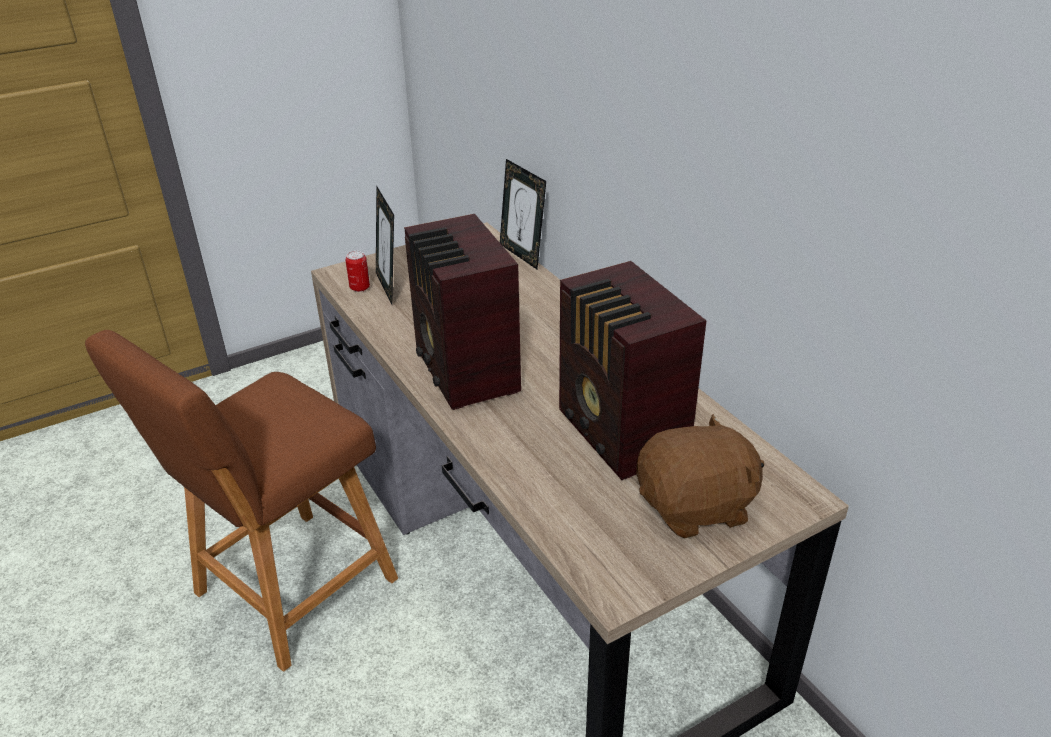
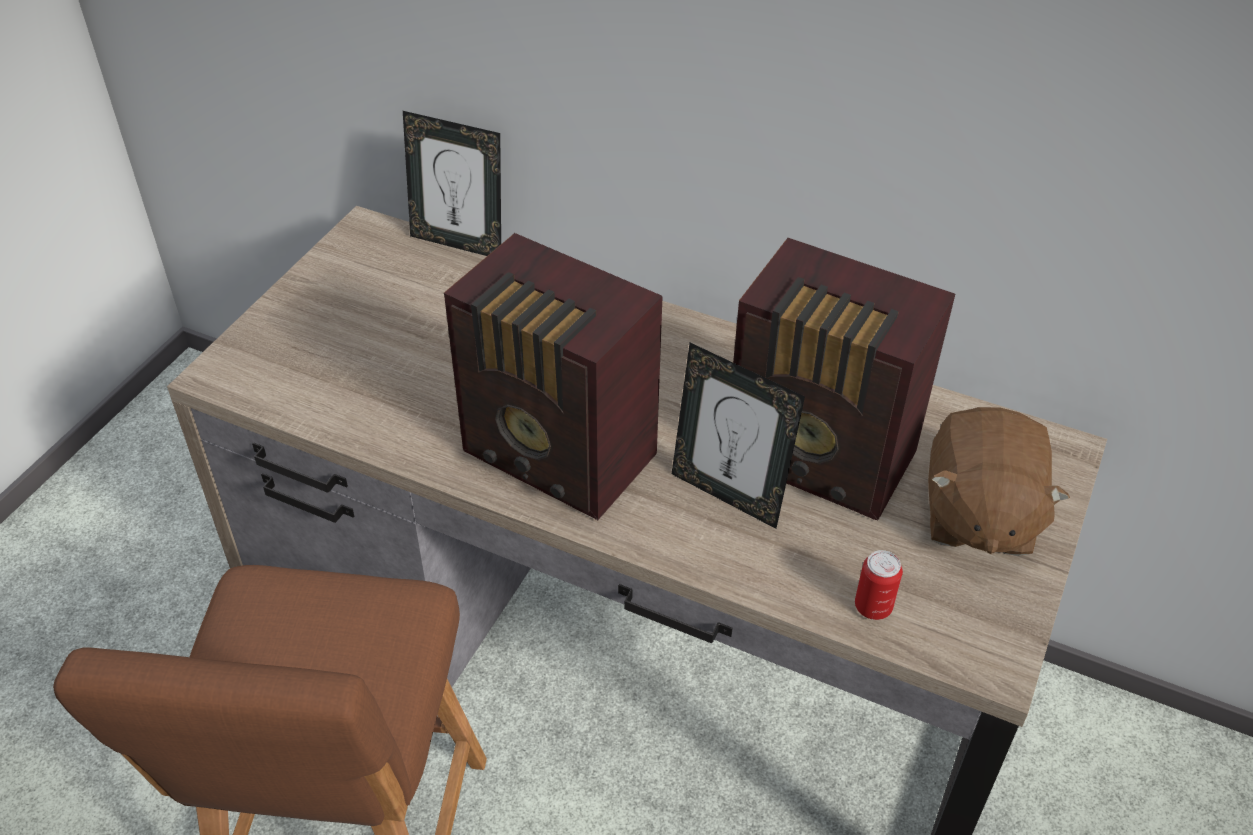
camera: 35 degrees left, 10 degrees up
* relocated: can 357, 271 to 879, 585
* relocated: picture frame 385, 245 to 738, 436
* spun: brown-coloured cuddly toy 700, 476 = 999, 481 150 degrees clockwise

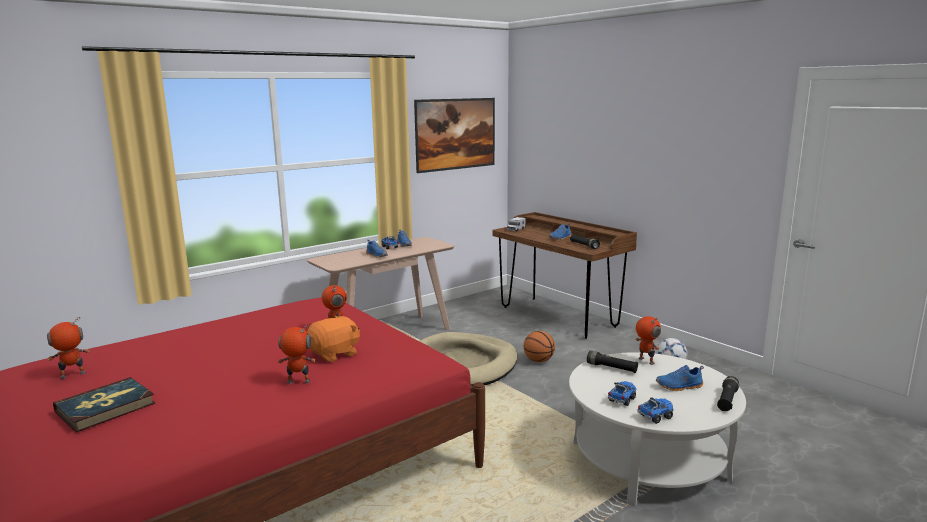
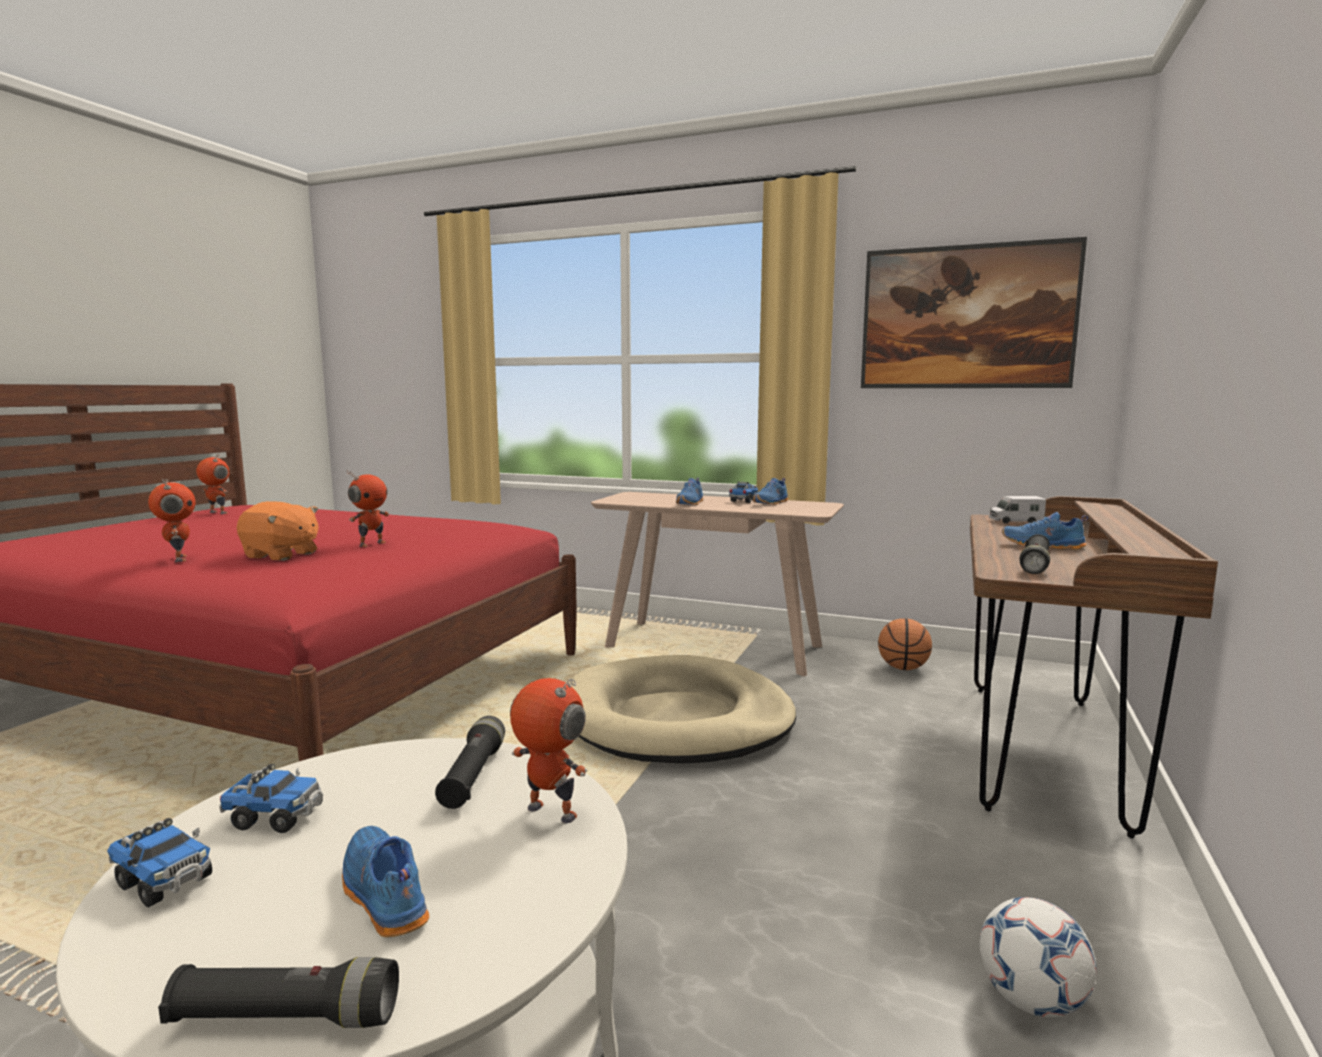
camera: 60 degrees right, 5 degrees down
* missing: volume 104, 404
* relocated: basketball ball 539, 346 to 905, 644
* spun: toy robot 648, 340 = 548, 750 90 degrees counterclockwise

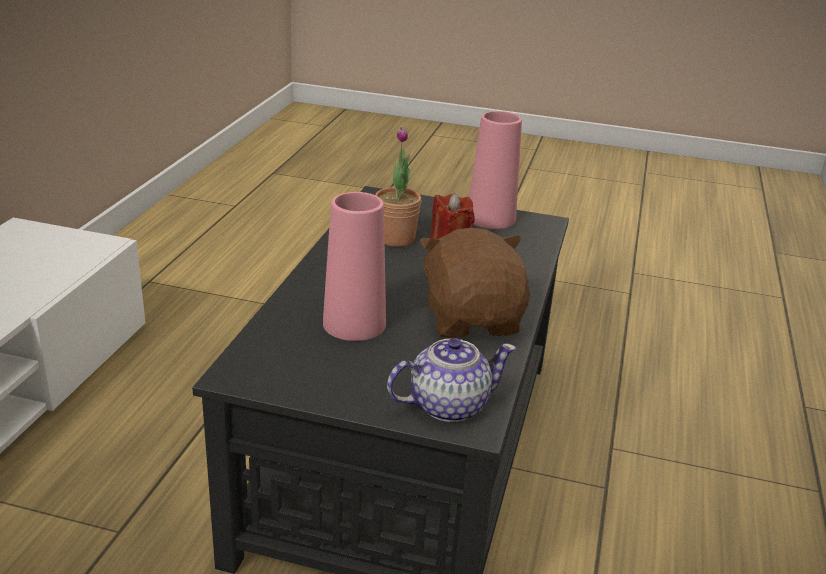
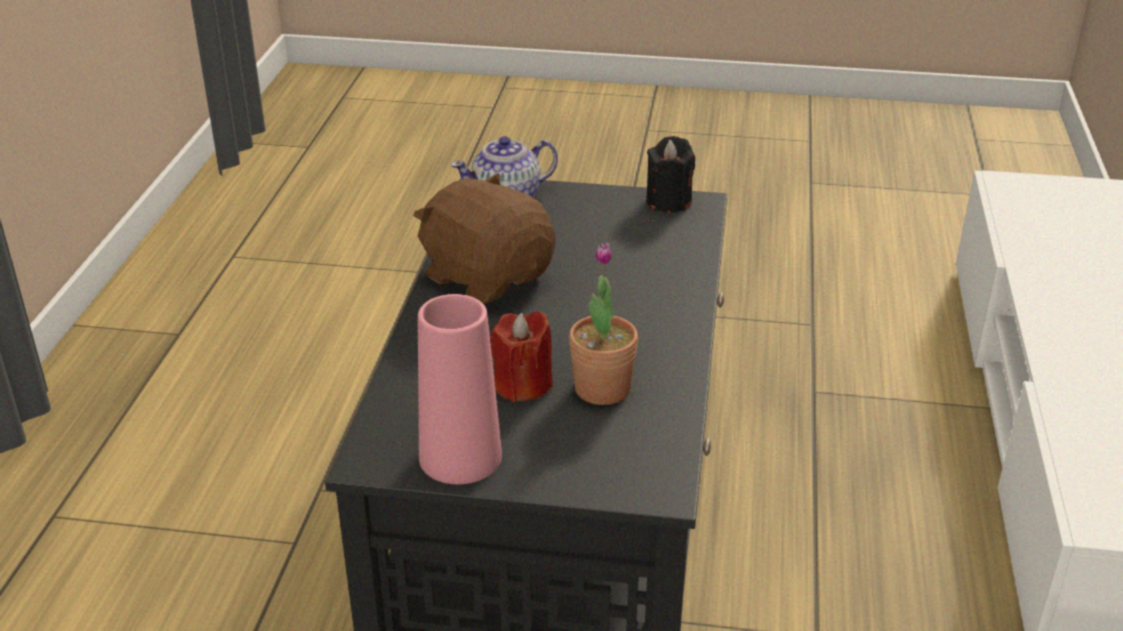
camera: 175 degrees right, 5 degrees up
* missing: pink decorative vase 354, 266
* appeared: blackish wax candle 670, 174
* spun: brown-coloured cuddly toy 475, 283 = 484, 239 150 degrees clockwise

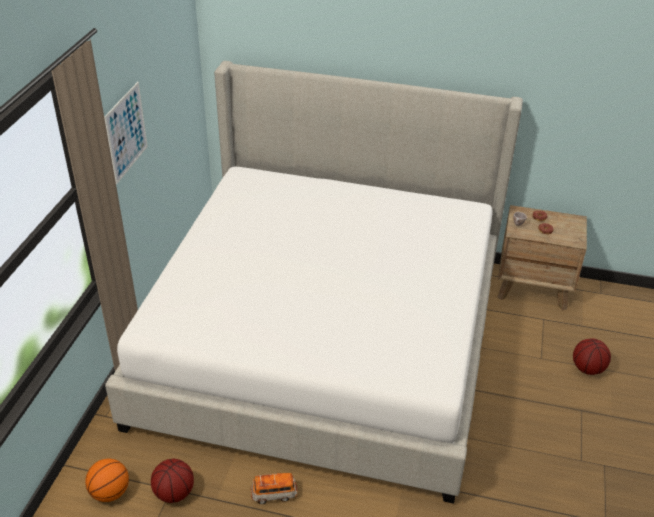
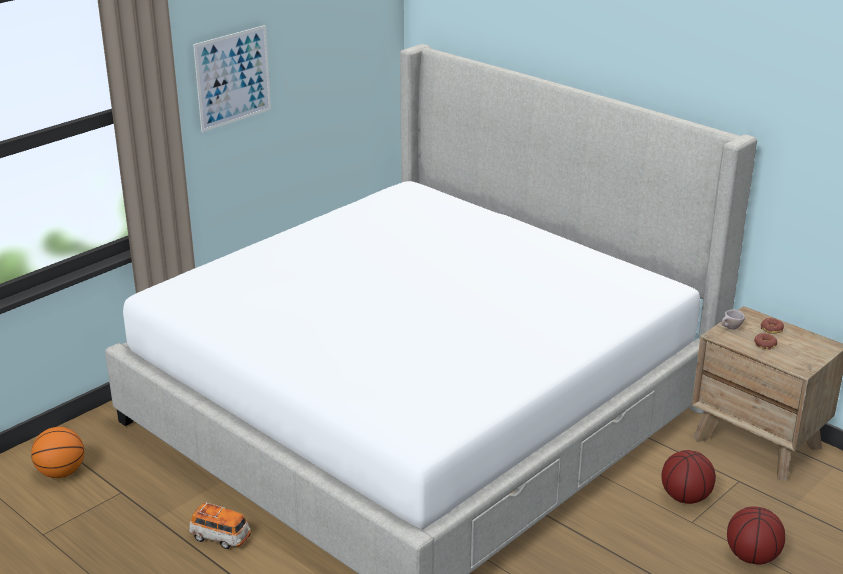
camera: 30 degrees right, 10 degrees down
* relocated: basketball ball 172, 481 to 688, 477

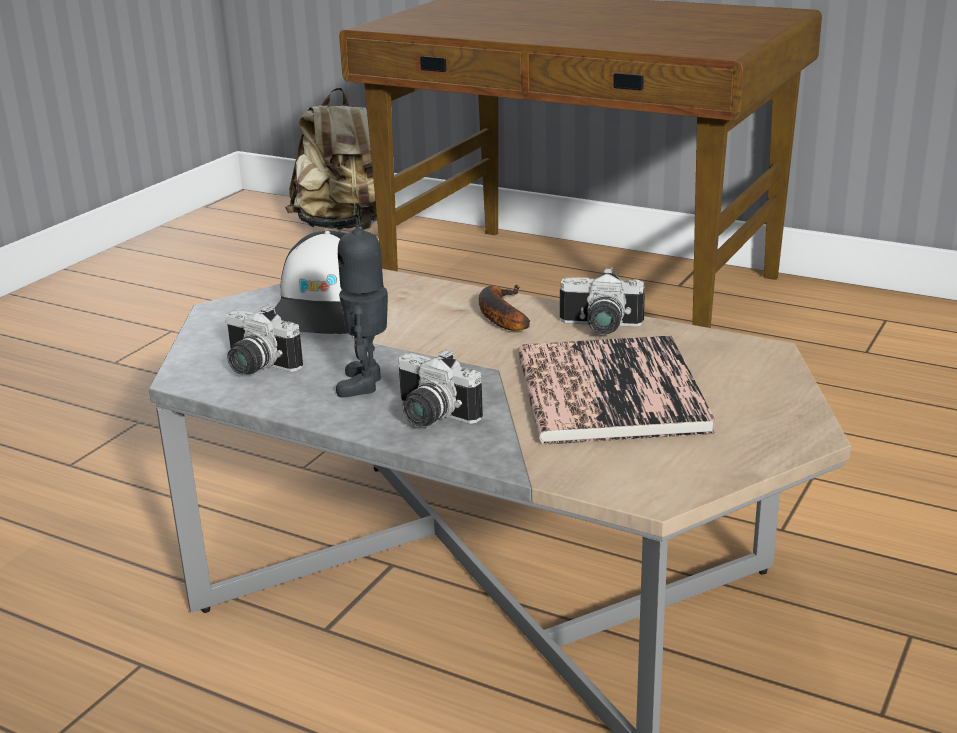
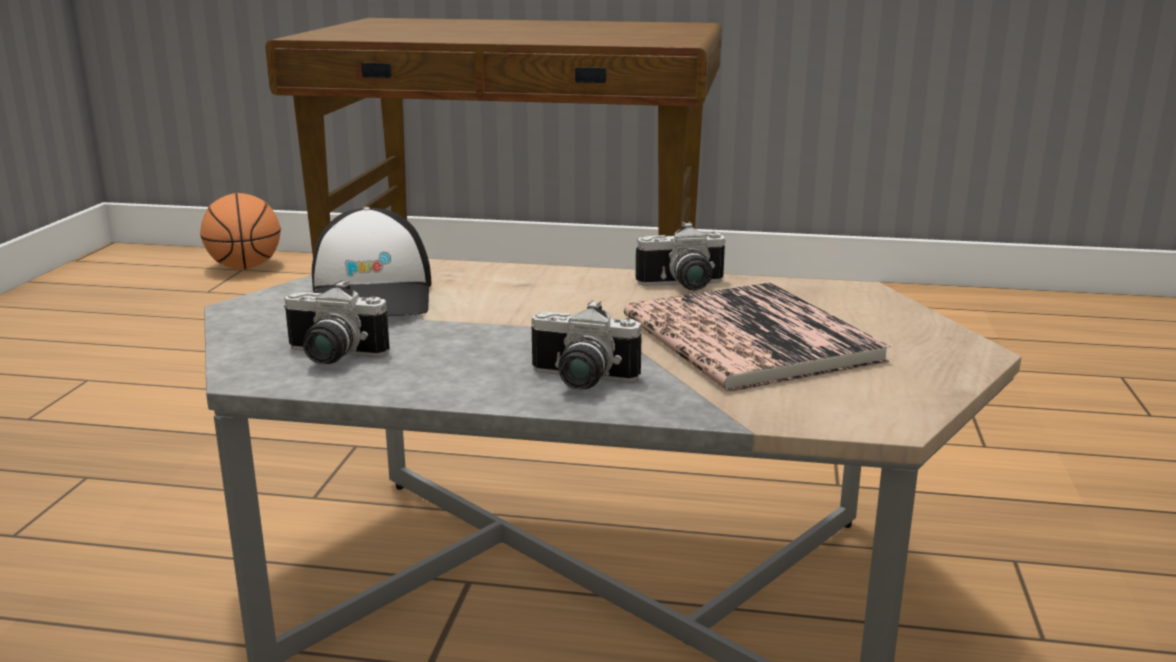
camera: 20 degrees left, 5 degrees down
* missing: toy robot 362, 302
* missing: banana 504, 308
* exchanged: beige-coloured rucksack 331, 158 to basketball ball 240, 231

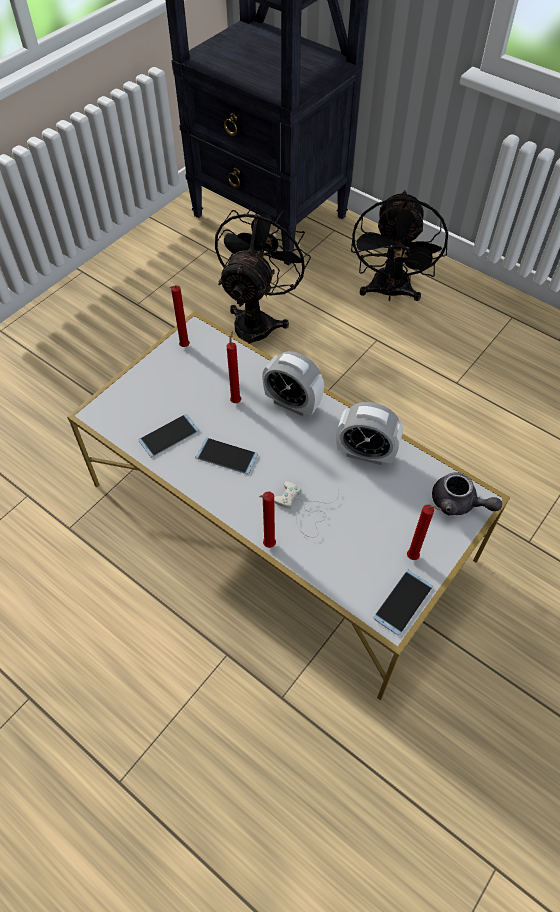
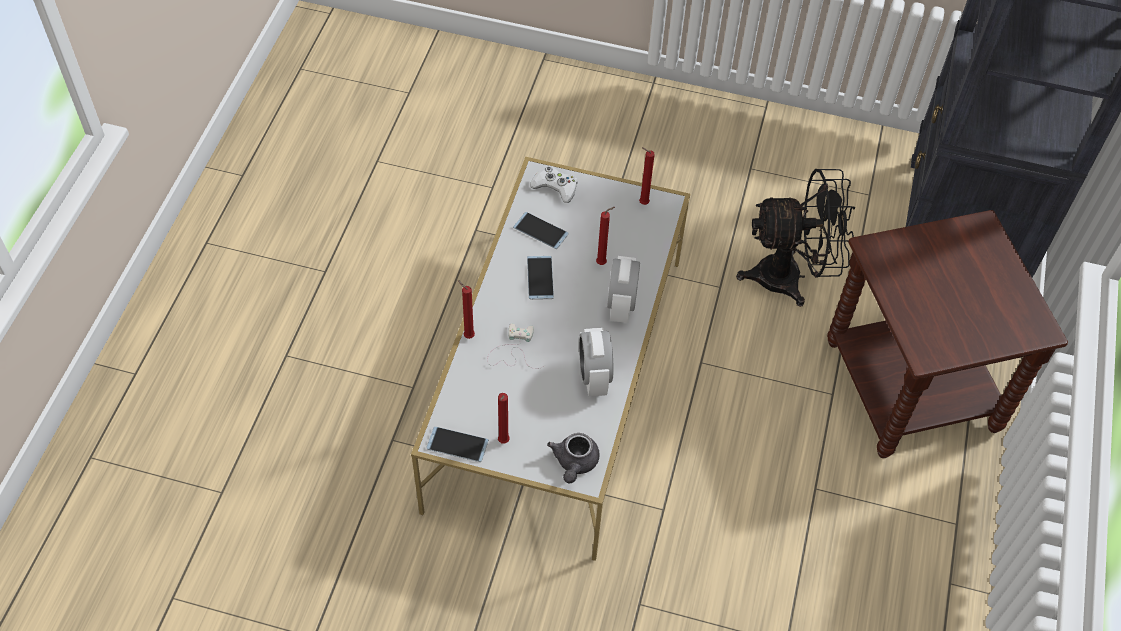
camera: 65 degrees right, 0 degrees up
* appeared: white joypad 554, 184
* exchanged: blackish cooling fan 399, 245 to brown-coloured side table 947, 334

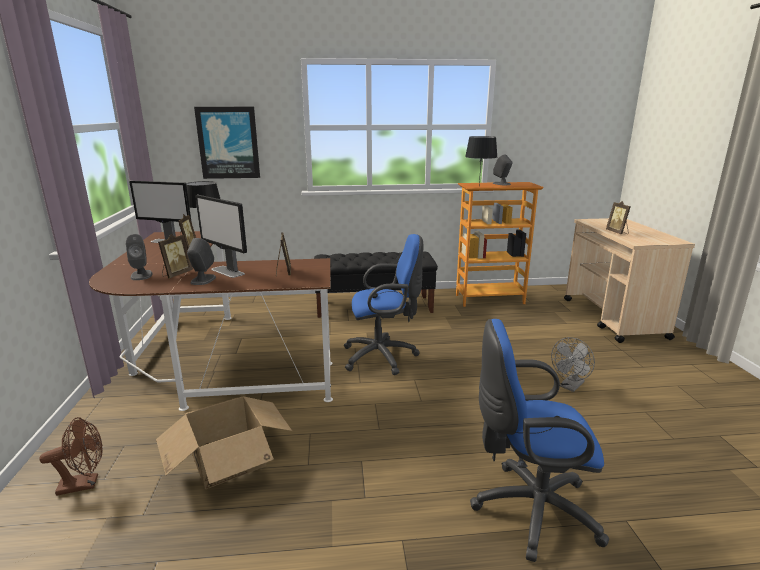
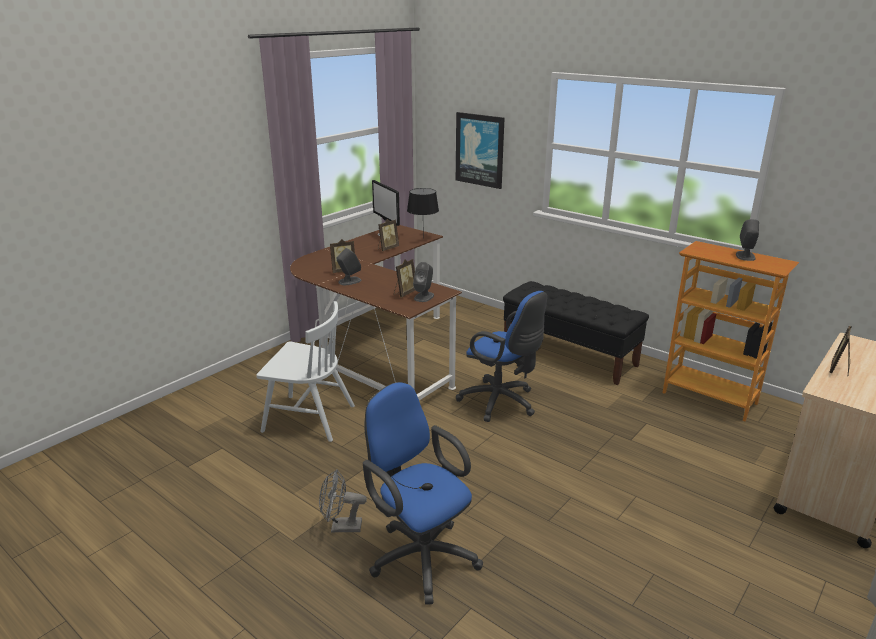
camera: 45 degrees right, 5 degrees up
* missing: brown-coloured cooling fan 70, 456
* missing: computer display 221, 236
* missing: blackish tabletop lamp 481, 160
* relocated: gray audio speaker 139, 257 to 423, 282
* relocated: gray cooling fan 573, 364 to 343, 500
* exchanged: cardboard box 224, 443 to white plain chair 305, 371

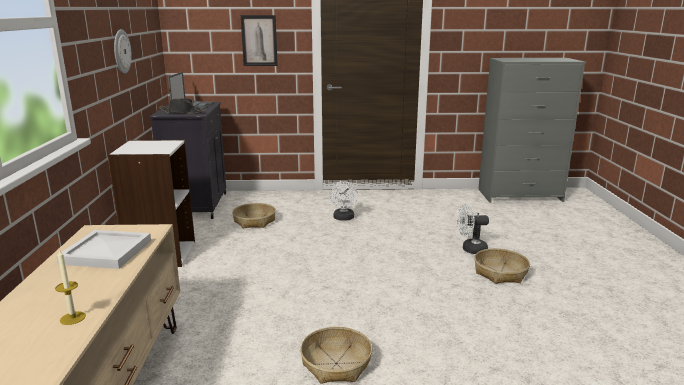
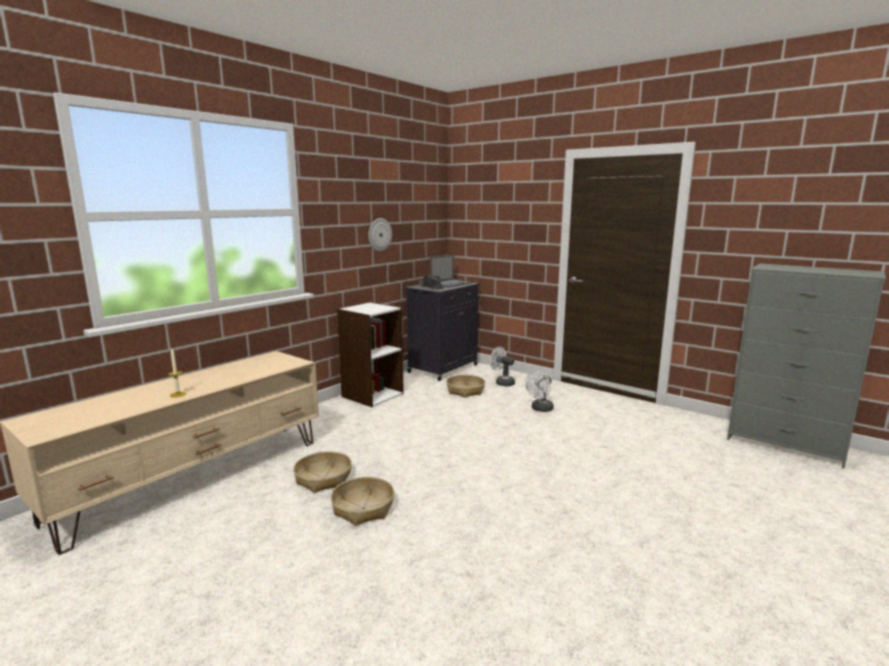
camera: 40 degrees right, 5 degrees down
* missing: white serving tray 103, 249
* missing: wall picture 259, 40
* relocated: white cooling fan 473, 229 to 502, 366
* relocated: basket 502, 266 to 322, 472

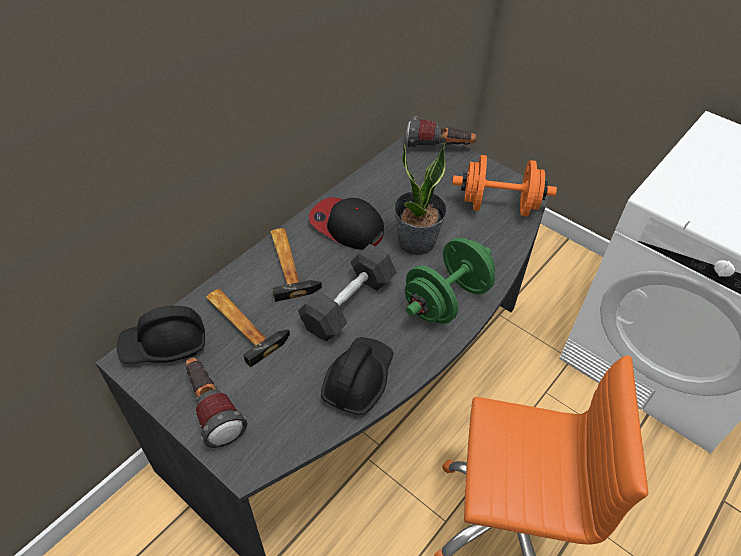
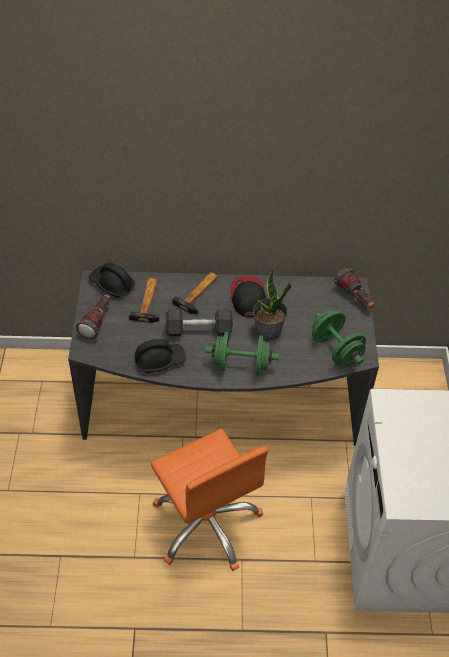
camera: 50 degrees right, 0 degrees up
* colour: orange hand weight 504, 185 to greenish hand weight 339, 338

